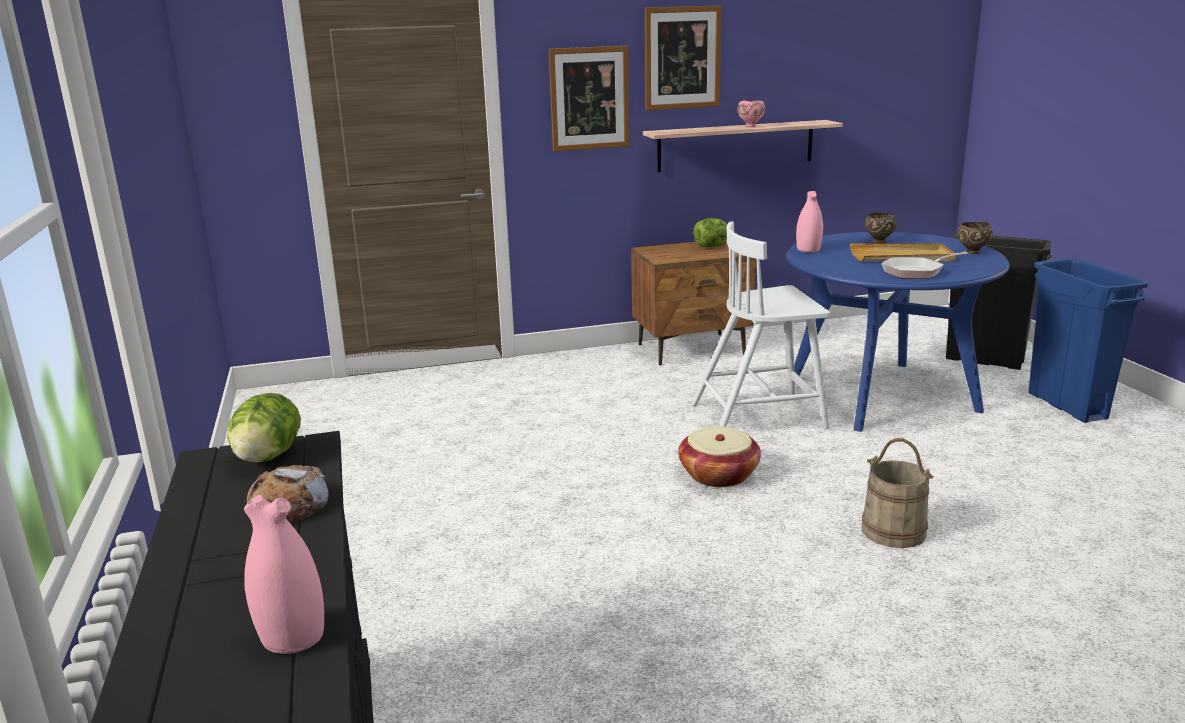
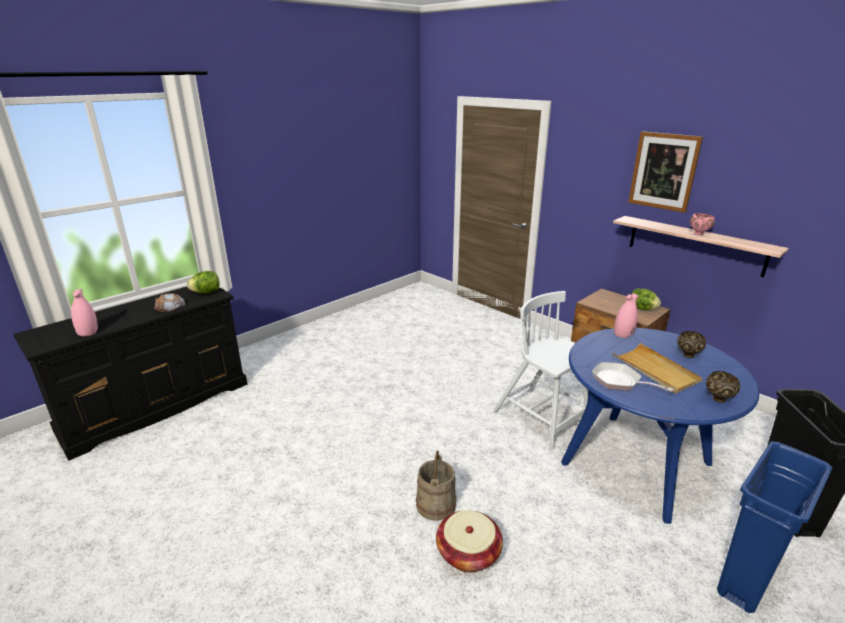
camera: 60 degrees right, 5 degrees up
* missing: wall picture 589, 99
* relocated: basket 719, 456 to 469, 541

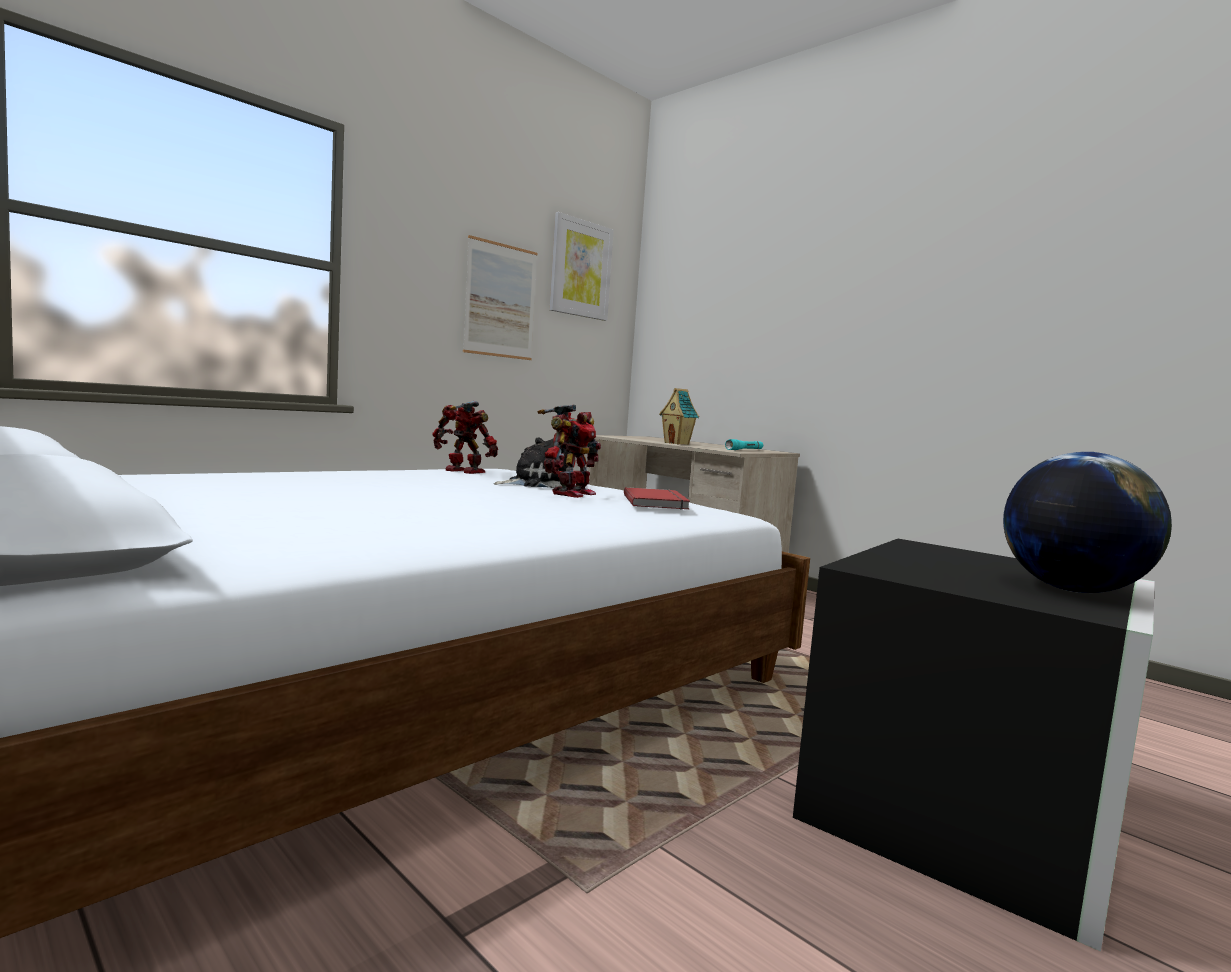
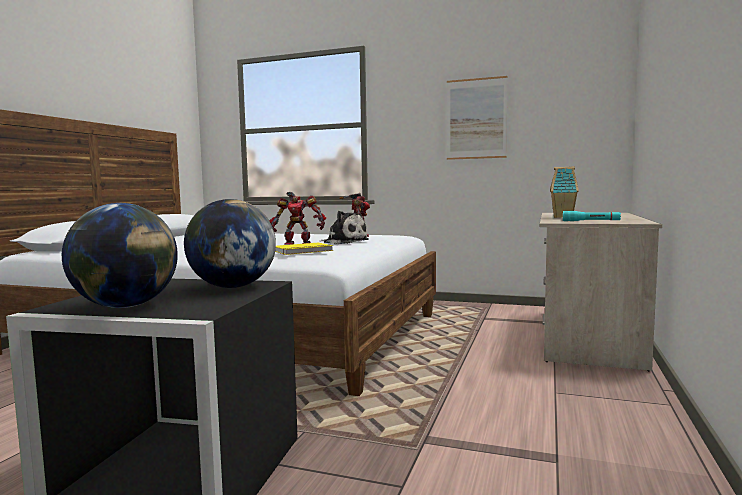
camera: 65 degrees right, 0 degrees up
* missing: wall picture 582, 266
* appeared: globe 230, 243
* colour: red volume 657, 498 to yellow-coloured volume 304, 249

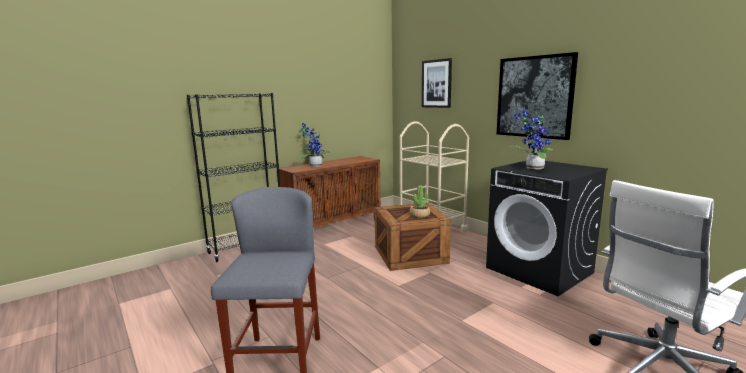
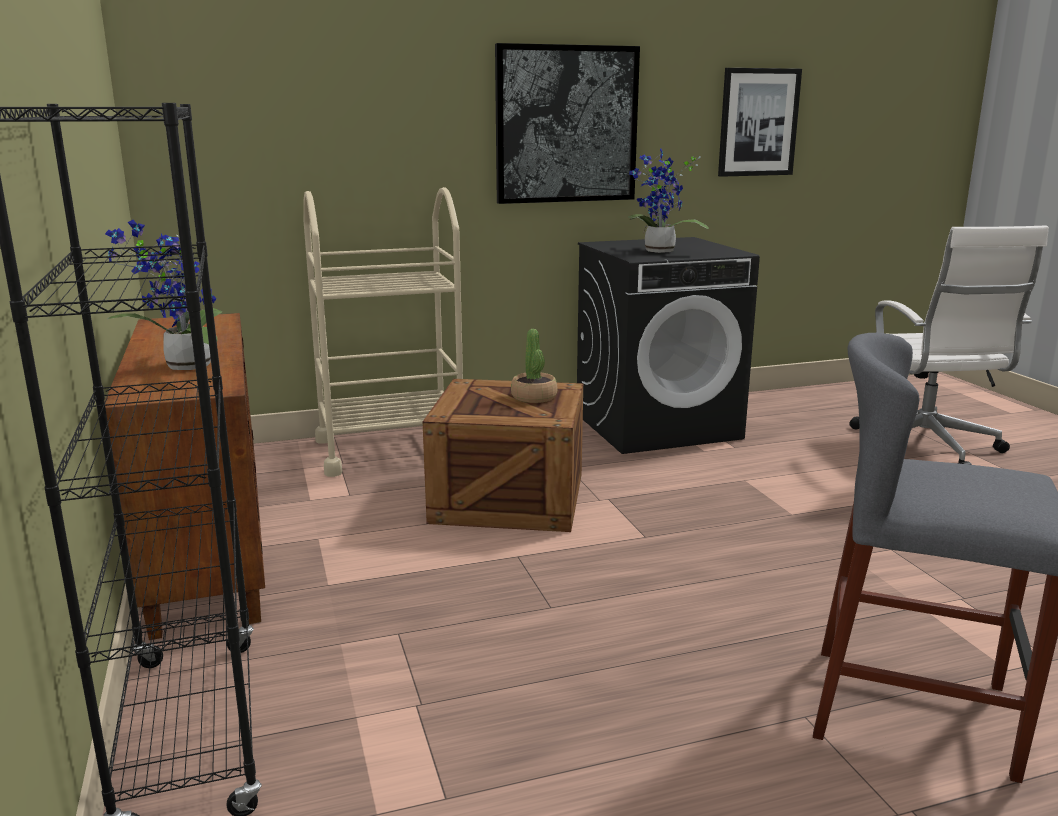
camera: 70 degrees left, 5 degrees up
* relocated: wall picture 437, 83 to 760, 122

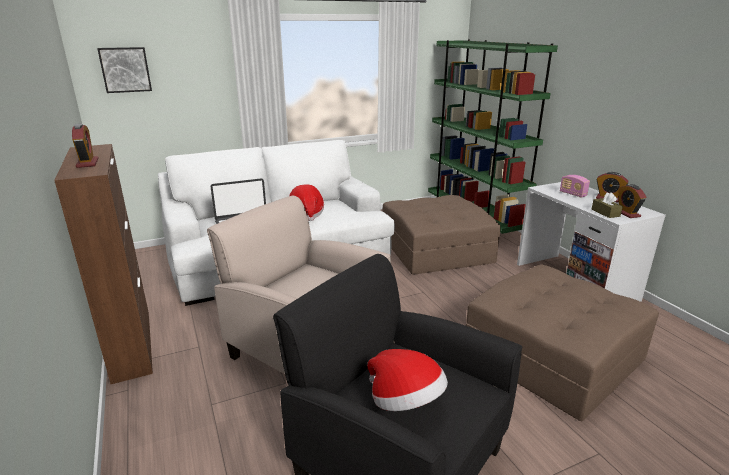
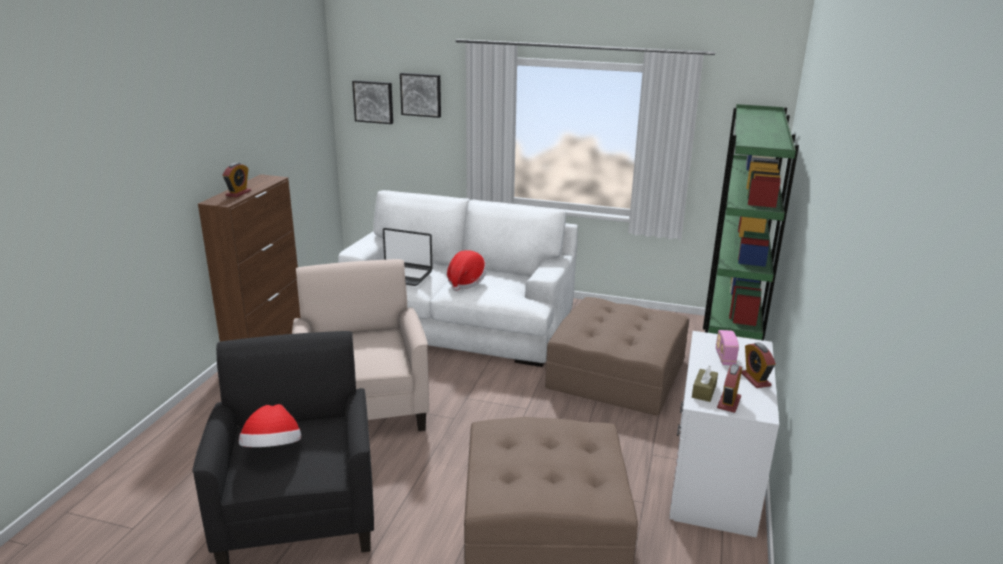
camera: 40 degrees right, 0 degrees up
* appeared: wall picture 420, 95

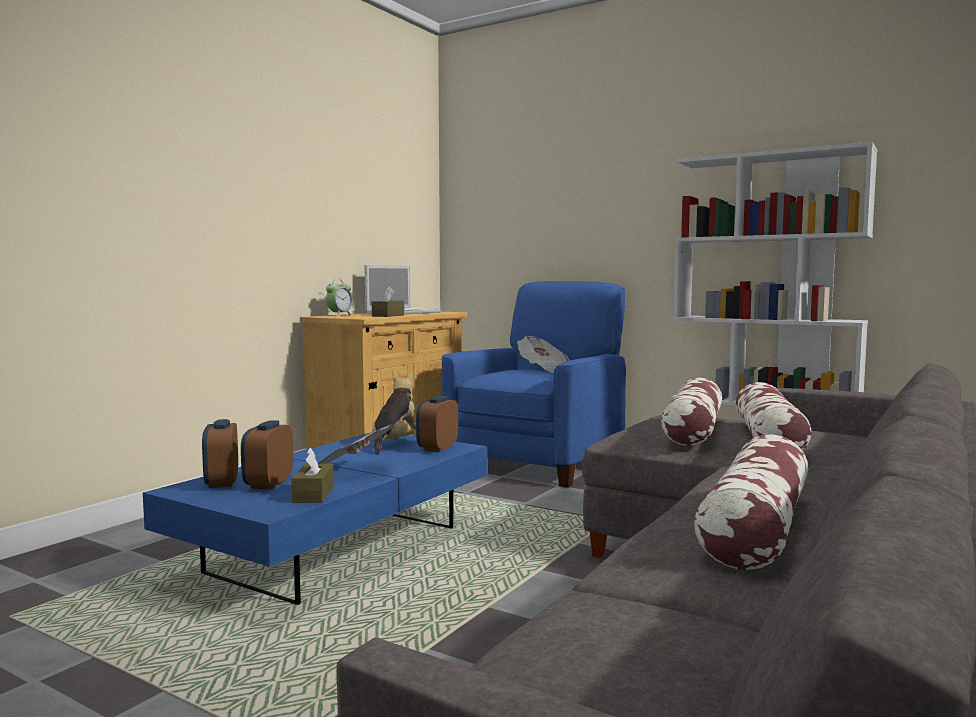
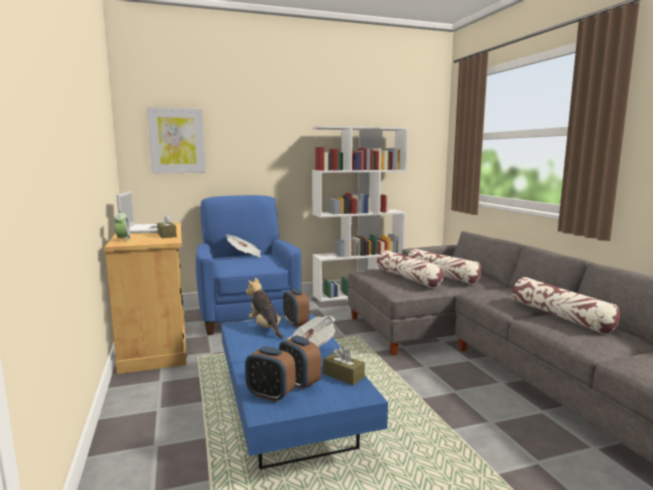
camera: 50 degrees left, 5 degrees up
* appeared: wall picture 176, 140

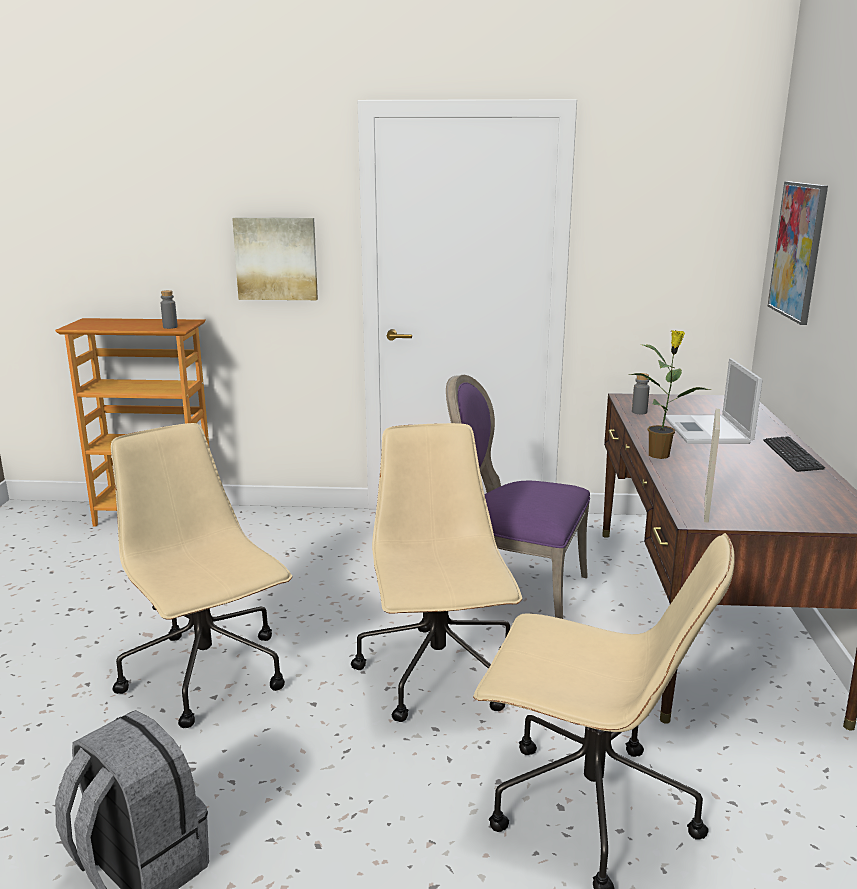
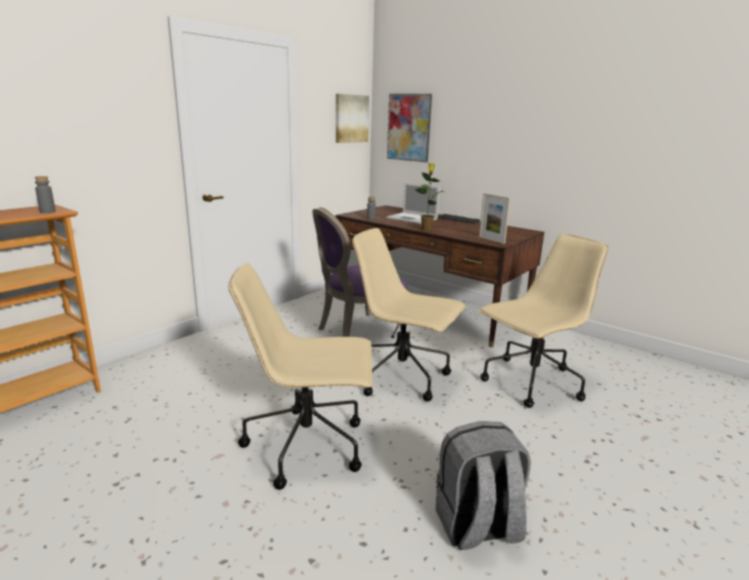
camera: 55 degrees left, 0 degrees up
* relocated: wall picture 275, 259 to 352, 118

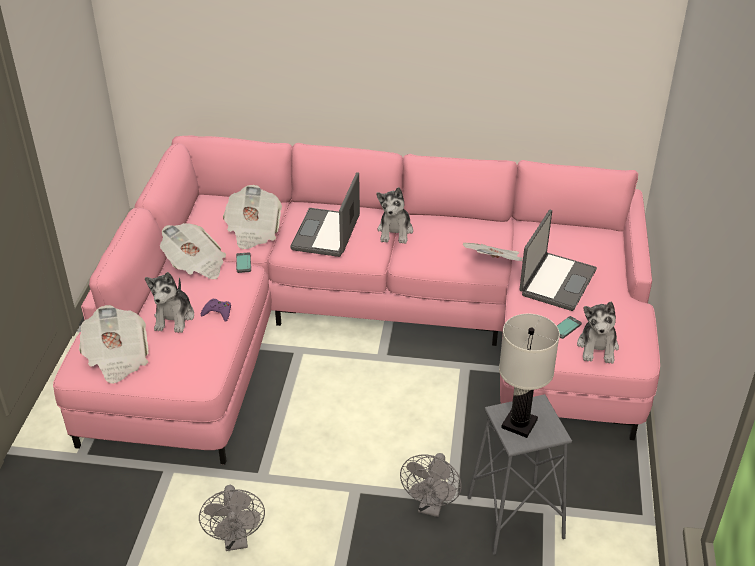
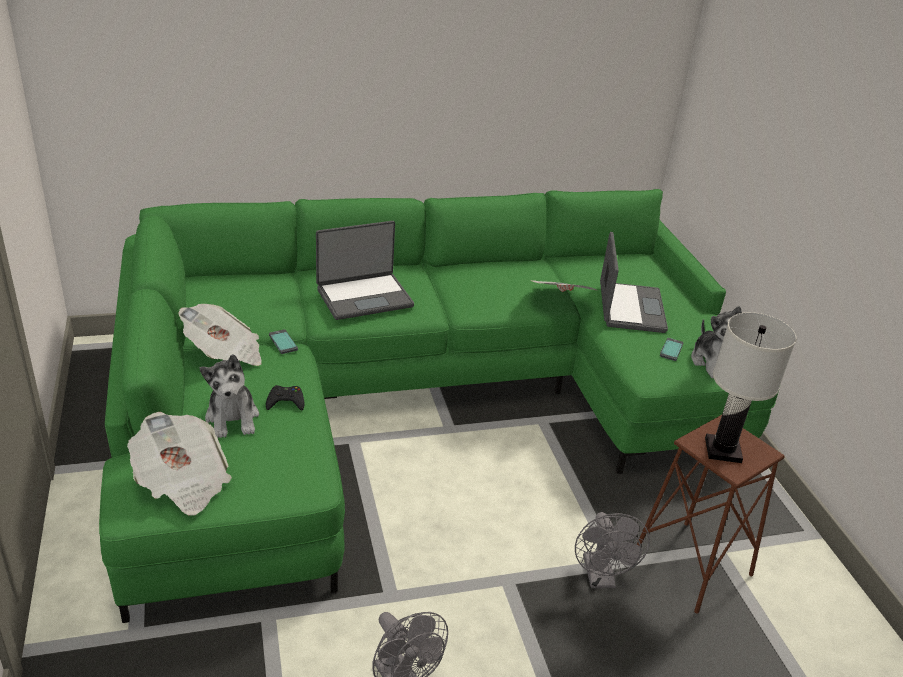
camera: 25 degrees left, 5 degrees down
* missing: newspaper 252, 217
* missing: cuddly toy 394, 215
* colour: pink couch 356, 299 to greenish couch 439, 406
* colour: purplish joypad 216, 310 to blackish joypad 285, 398
* colour: gray stool seat 519, 474 to brown-coloured stool seat 711, 514
* spun: laptop 325, 214 = 365, 270 105 degrees counterclockwise

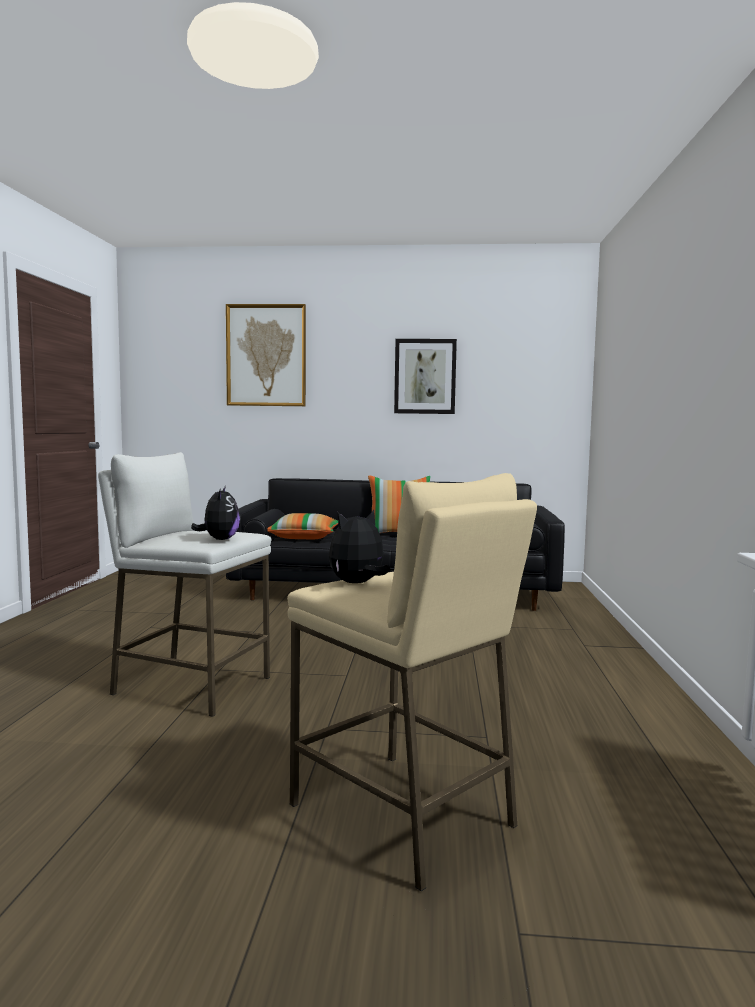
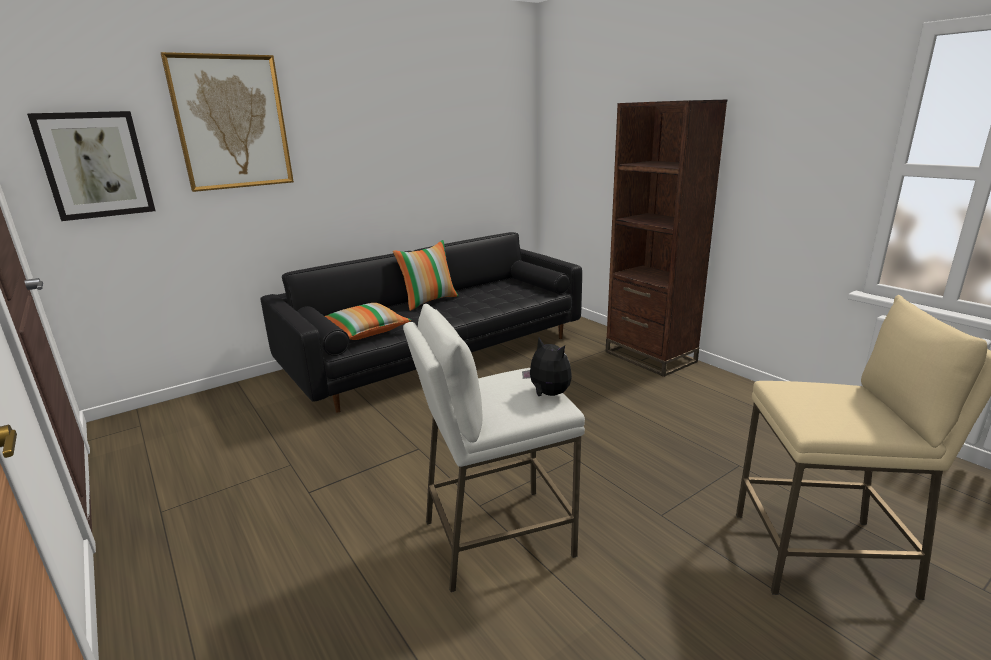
camera: 40 degrees left, 15 degrees up
* missing: cuddly toy 359, 546
* appeared: brown-coloured shelving unit 667, 238
* relocated: wall picture 425, 376 to 91, 166

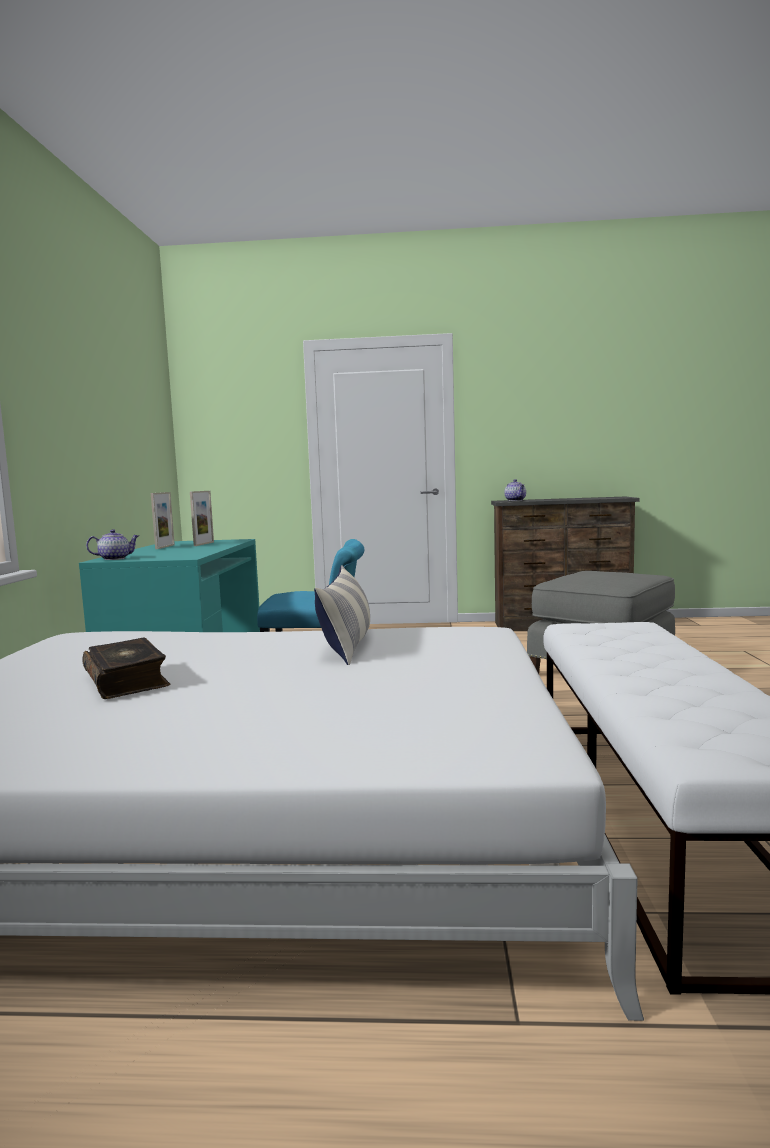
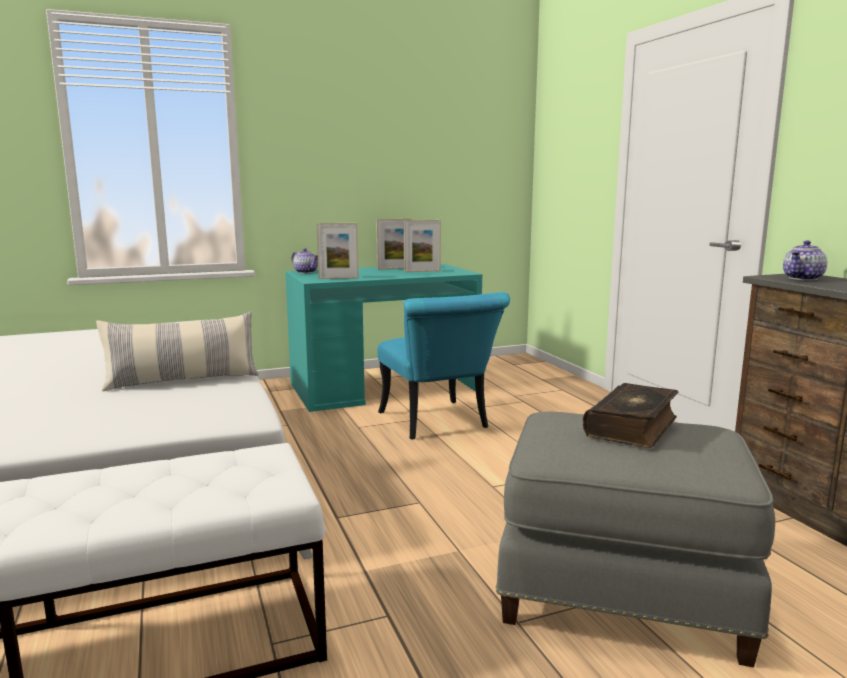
camera: 65 degrees right, 5 degrees up
* appeared: picture frame 338, 251
* relocated: volume 126, 668 to 630, 415

